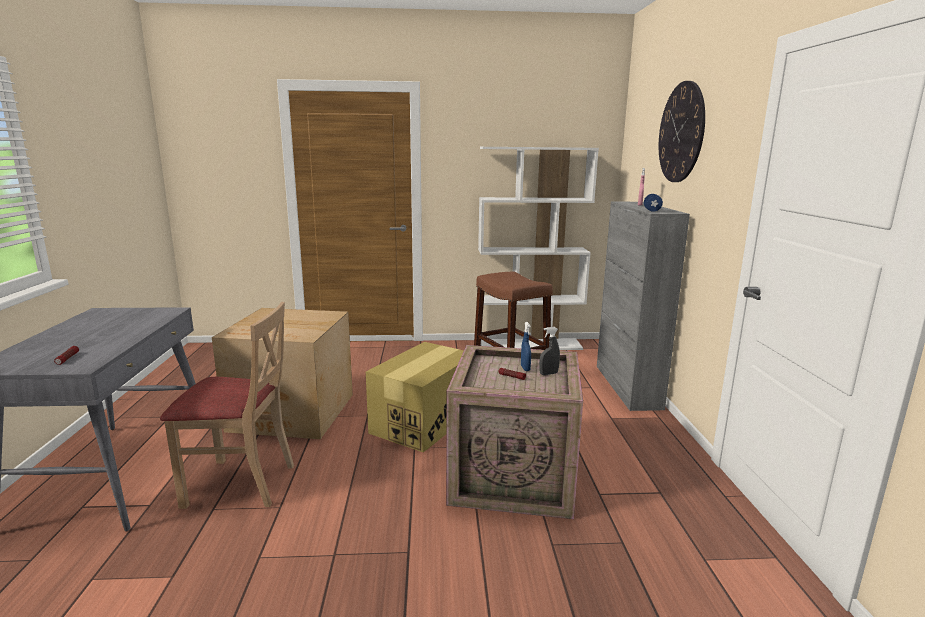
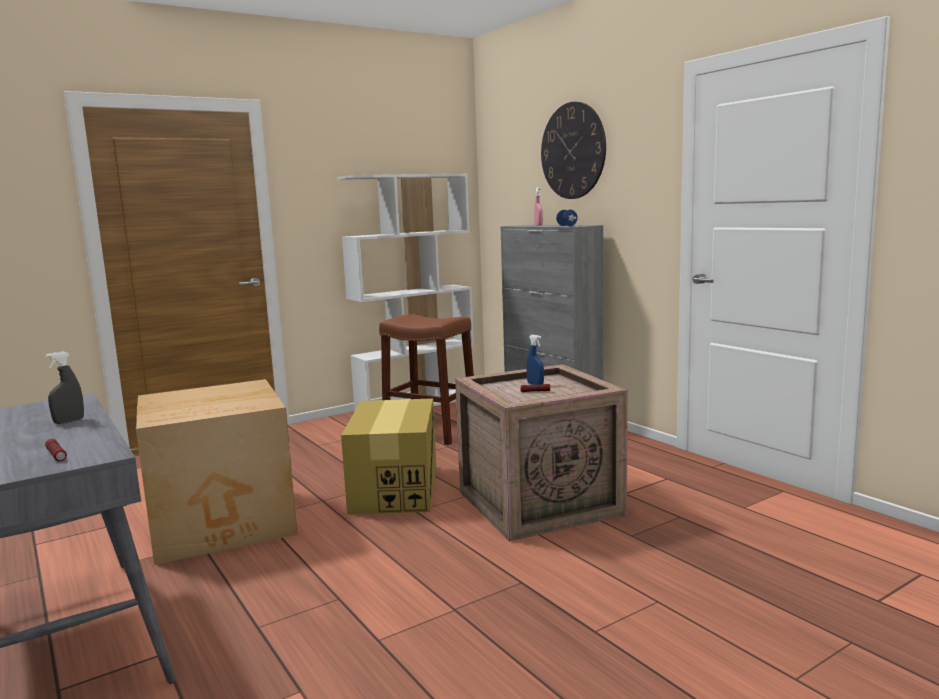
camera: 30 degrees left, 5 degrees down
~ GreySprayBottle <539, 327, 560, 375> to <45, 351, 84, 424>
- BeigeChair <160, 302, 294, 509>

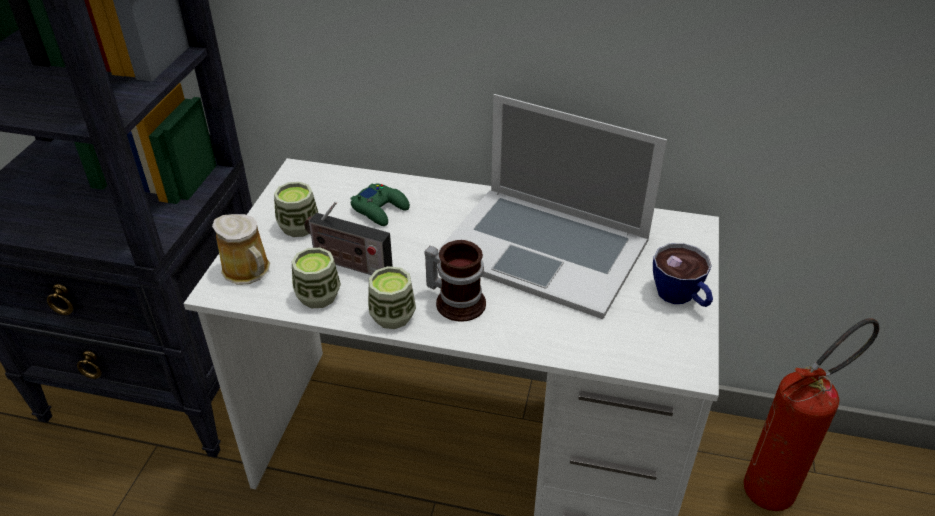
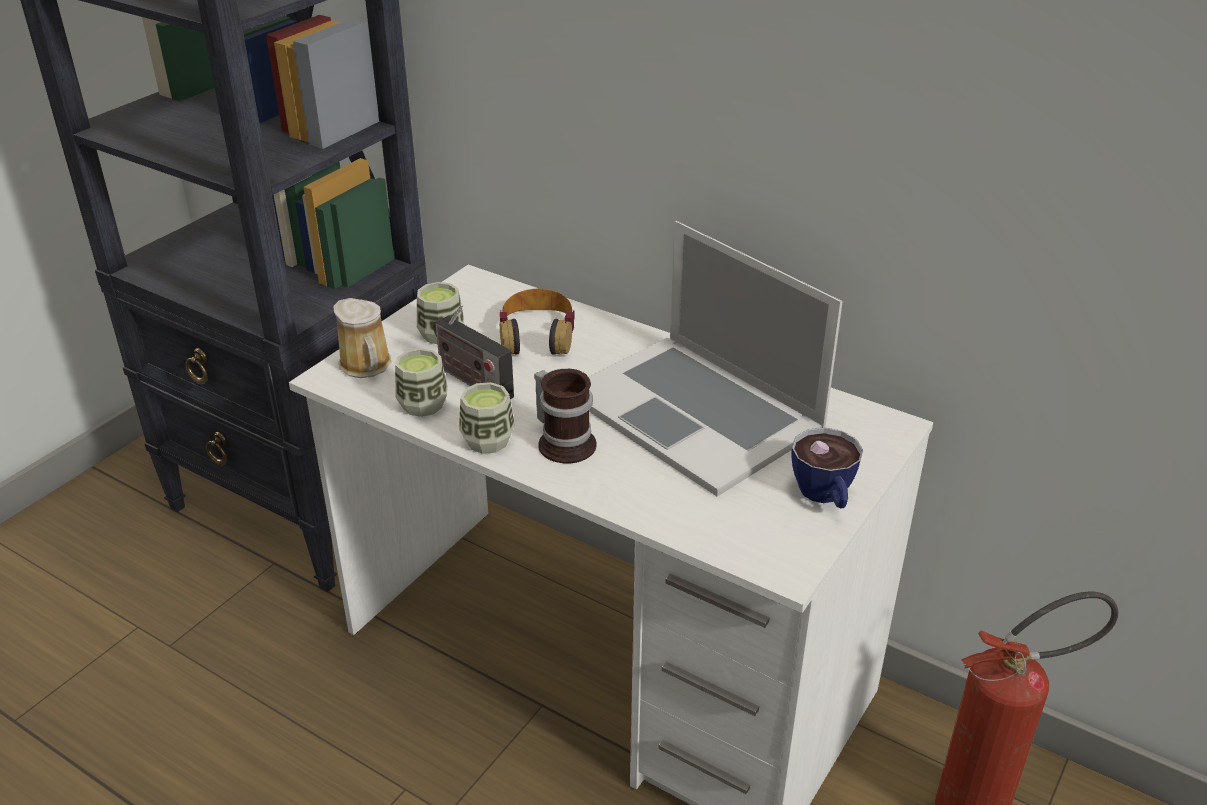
camera: 20 degrees right, 5 degrees down
~ GreenGameController <350, 183, 410, 226> to Headphones <500, 288, 575, 355>

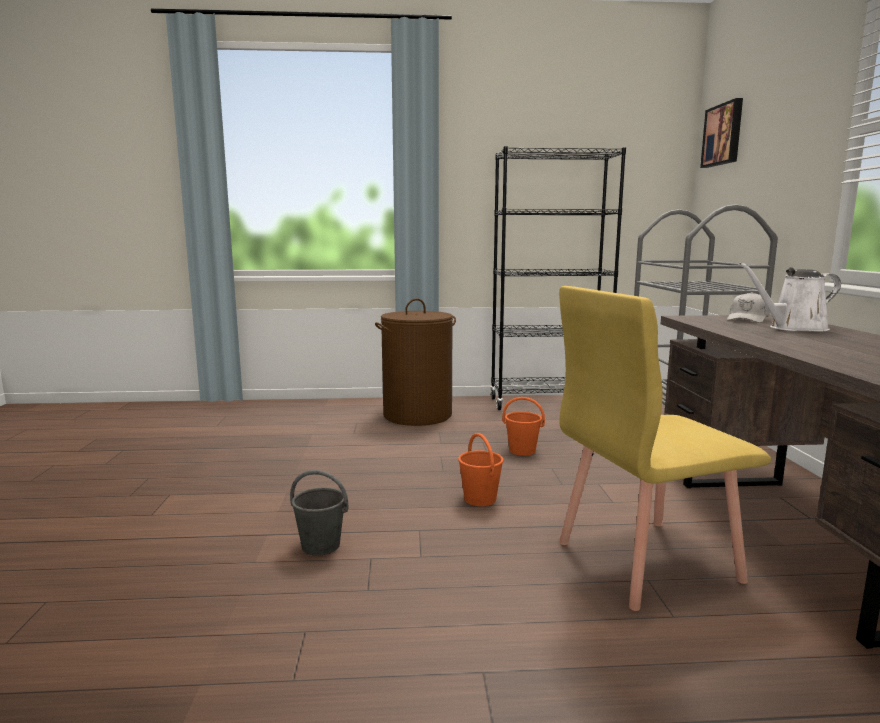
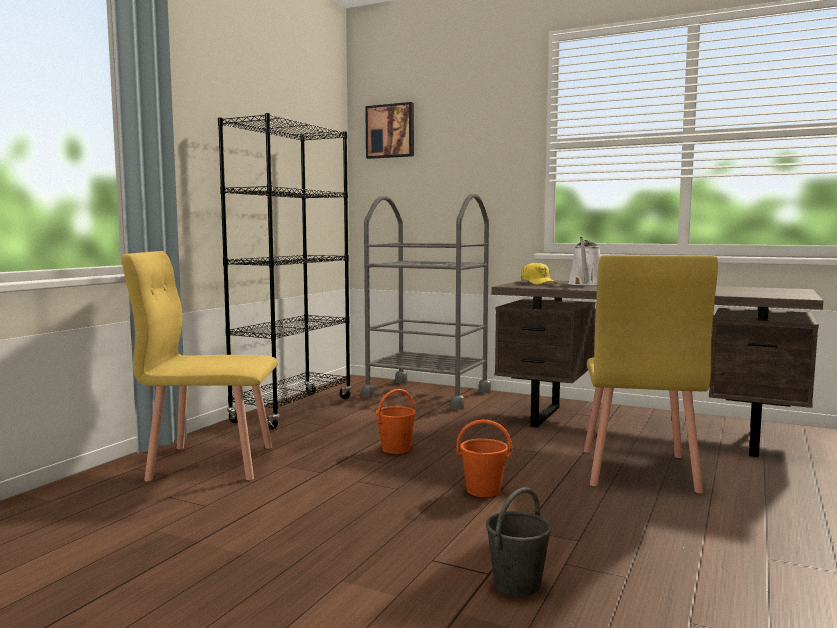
camera: 60 degrees left, 5 degrees down
~ BrownLaundryBasket <375, 298, 456, 426> to YellowChair <121, 251, 278, 481>
~ WhiteCap <727, 292, 770, 323> to YellowCap <521, 262, 557, 285>

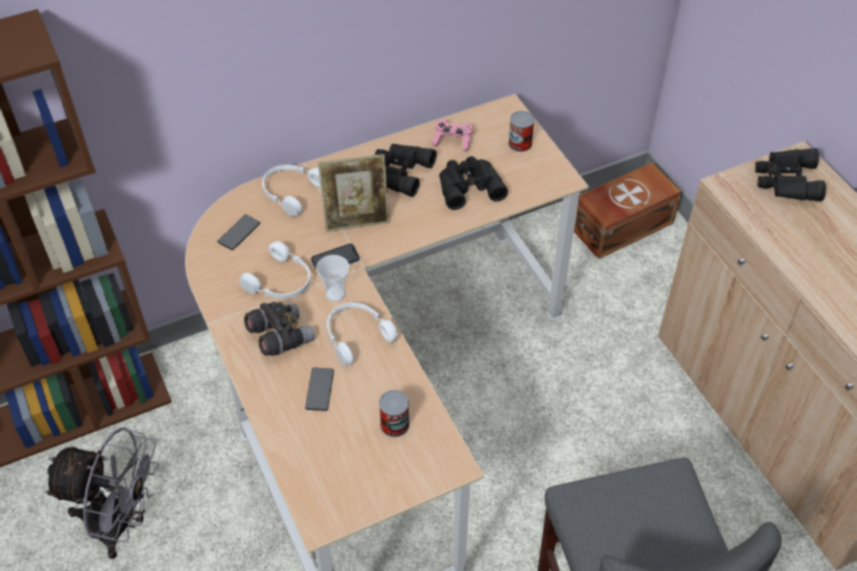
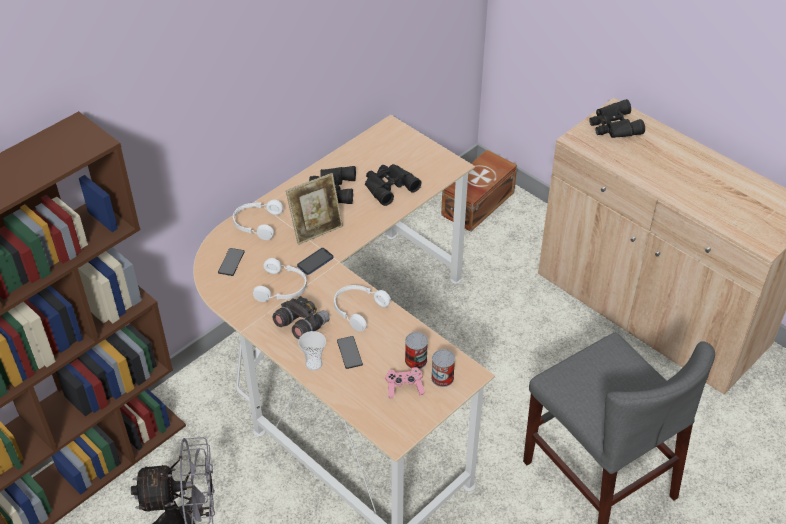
camera: 20 degrees left, 5 degrees down
~ Cup <316, 255, 350, 302> to <298, 331, 326, 371>
~ PinkGameController <432, 119, 473, 152> to <386, 367, 425, 398>
~ Can <508, 111, 535, 152> to <431, 349, 455, 387>

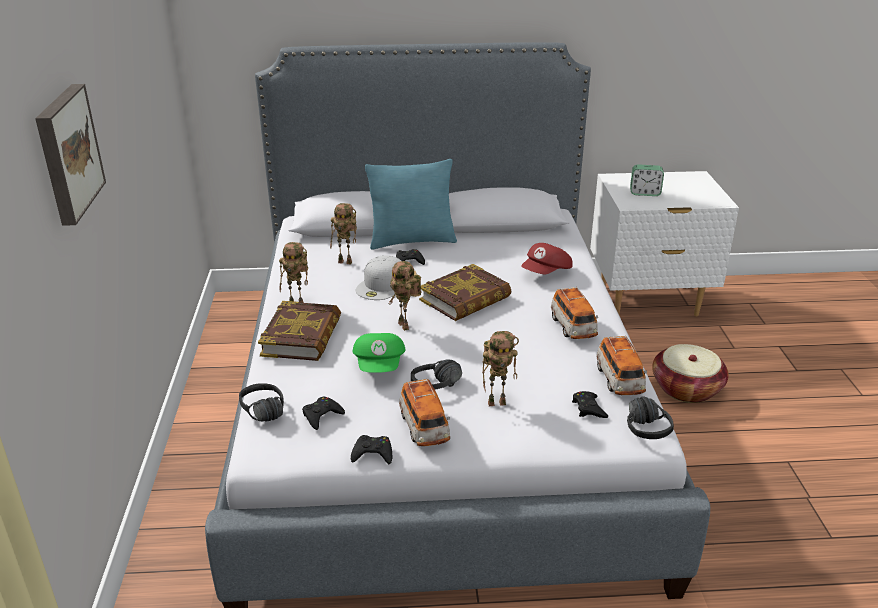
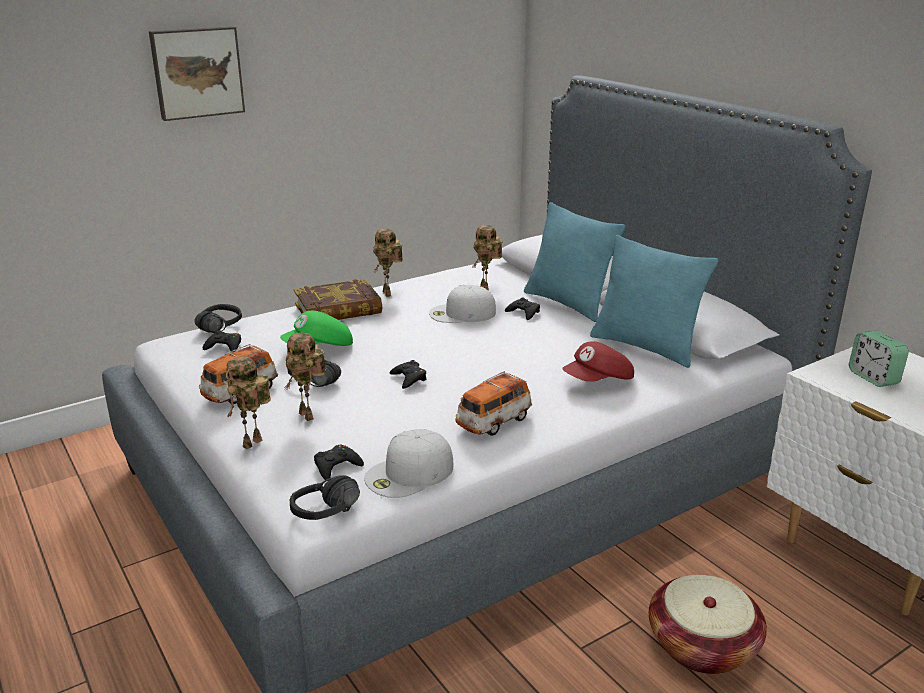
camera: 60 degrees right, 5 degrees down
~ ToyRobot <388, 261, 421, 331> to <226, 356, 271, 449>
~ ToyCar <596, 336, 647, 395> to WhiteCap <364, 429, 453, 498>
~ BlackGameController <351, 435, 392, 464> to <390, 360, 427, 389>
~ RedCap <521, 243, 573, 274> = <562, 341, 634, 382> 45 degrees counterclockwise
+ TurquoisePillow <590, 235, 718, 368>
- Book <419, 264, 512, 321>

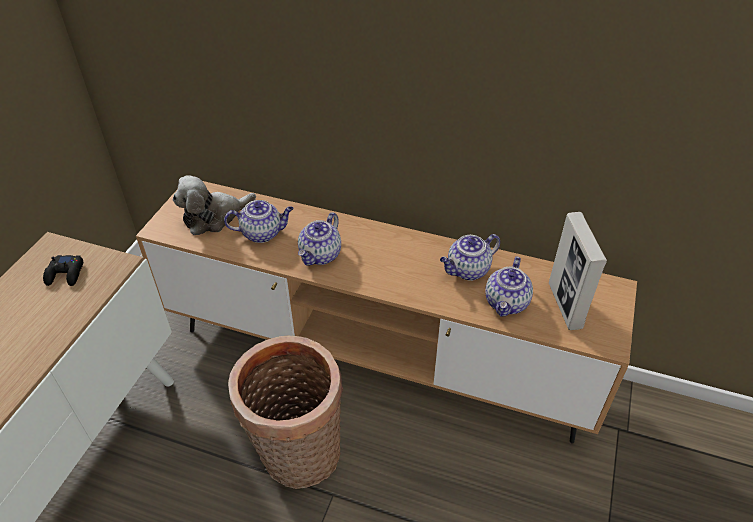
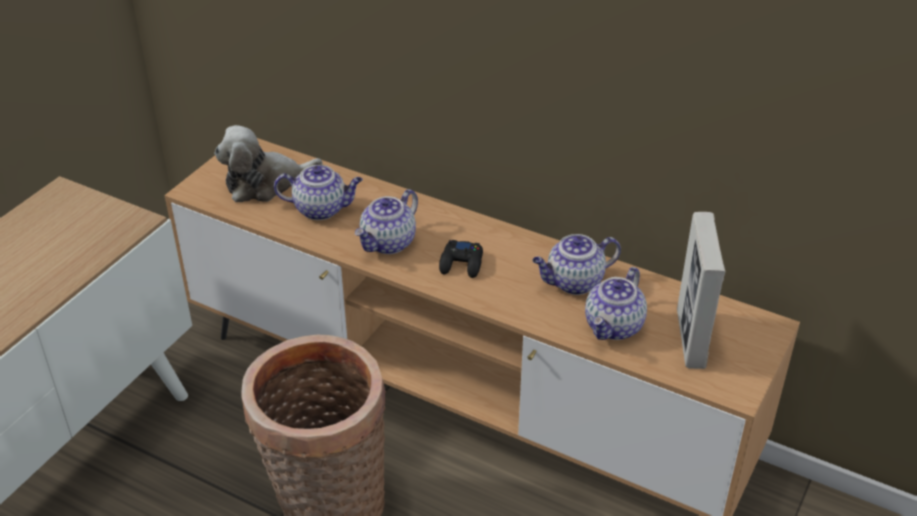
camera: 10 degrees right, 5 degrees down
~ BlackGameController <43, 255, 83, 286> to <439, 240, 483, 278>

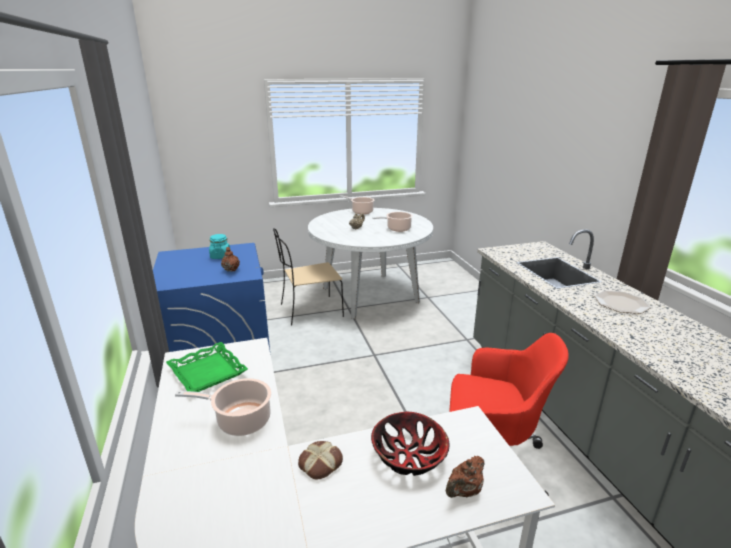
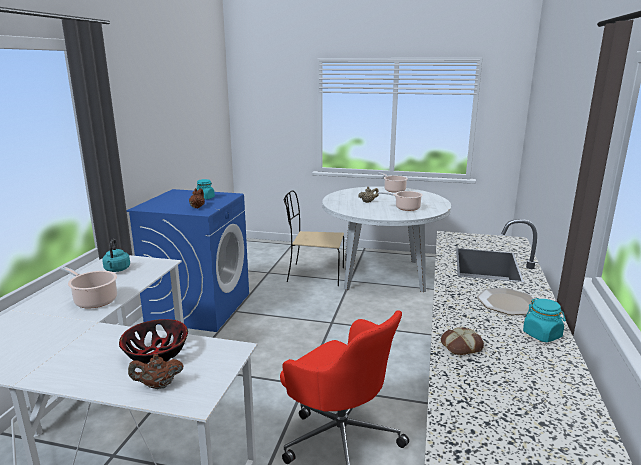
camera: 30 degrees right, 5 degrees down
~ GreenTray <166, 342, 248, 392> to TurquoiseKettle <102, 239, 130, 272>
~ Bread <298, 441, 343, 480> to <441, 327, 484, 355>
+ TurquoiseJar <523, 298, 566, 342>

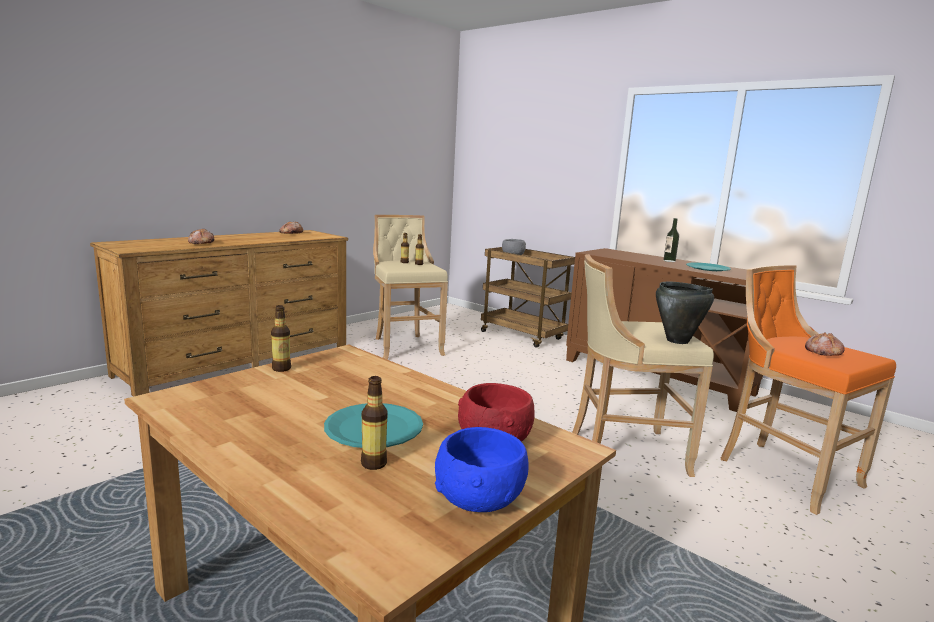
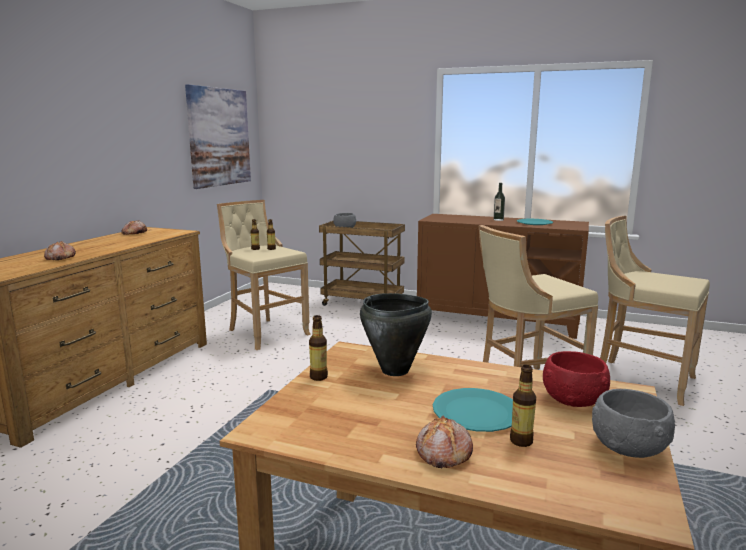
camera: 20 degrees left, 0 degrees up
+ Picture <185, 84, 251, 189>
~ BlackCookingPot <656, 282, 714, 344> to <360, 293, 432, 376>
~ Bread <805, 332, 845, 356> to <416, 416, 473, 468>
~ BlueBowl <435, 427, 529, 512> to GreyBowl <592, 389, 675, 458>
~ OrangeStool <721, 265, 896, 515> to BeigeStool <600, 216, 710, 406>

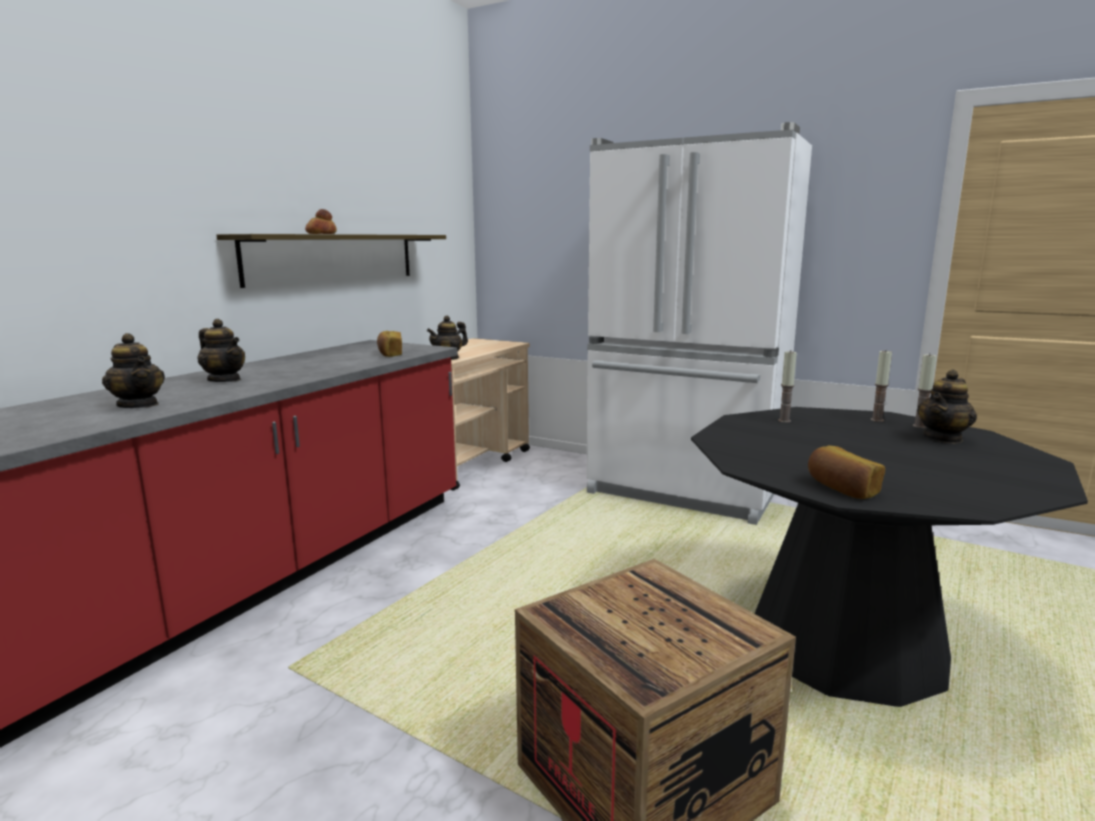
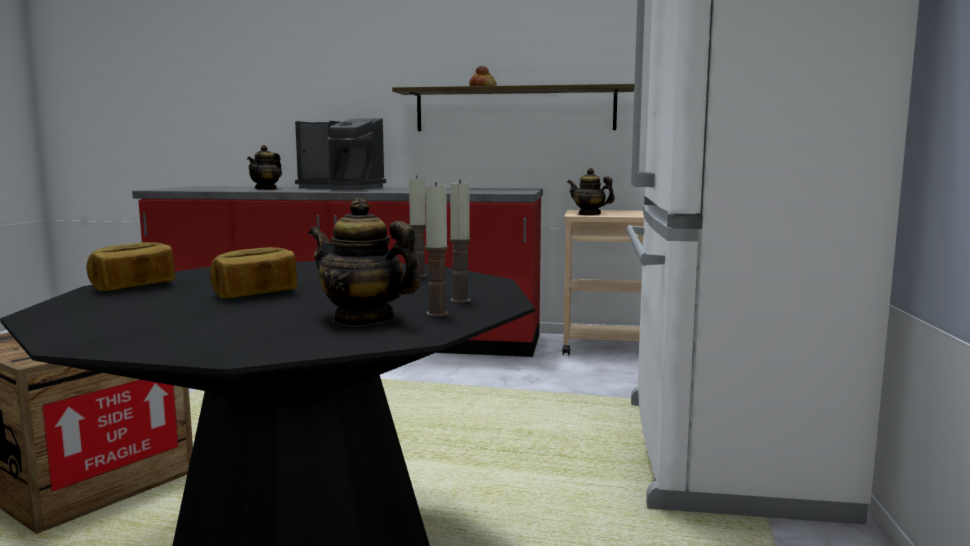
camera: 70 degrees right, 5 degrees down
~ Bread <377, 331, 402, 357> to <210, 247, 297, 298>
~ Teapot <197, 319, 245, 382> to CoffeeMachine <295, 118, 386, 190>

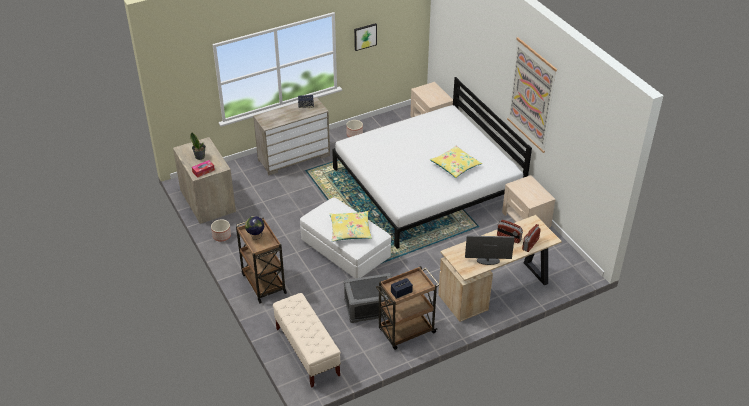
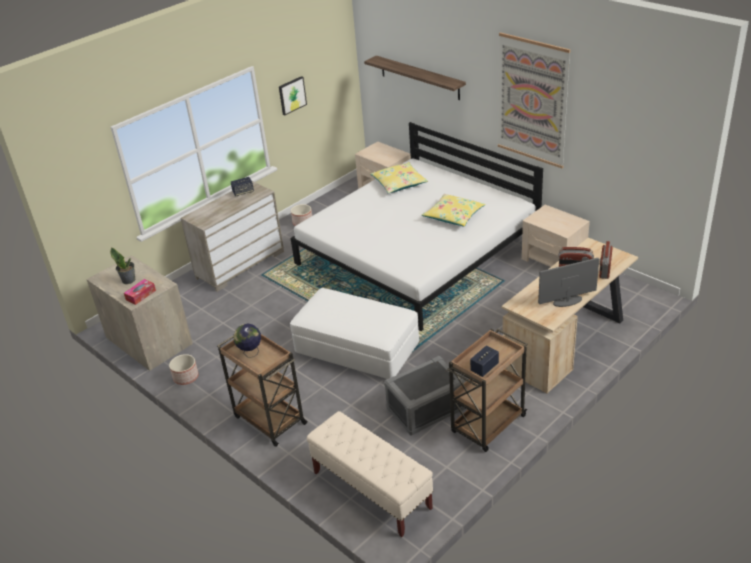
camera: 15 degrees left, 5 degrees down
+ Shelf <364, 56, 466, 100>
~ YellowPillow <330, 211, 372, 242> to <371, 162, 428, 194>

